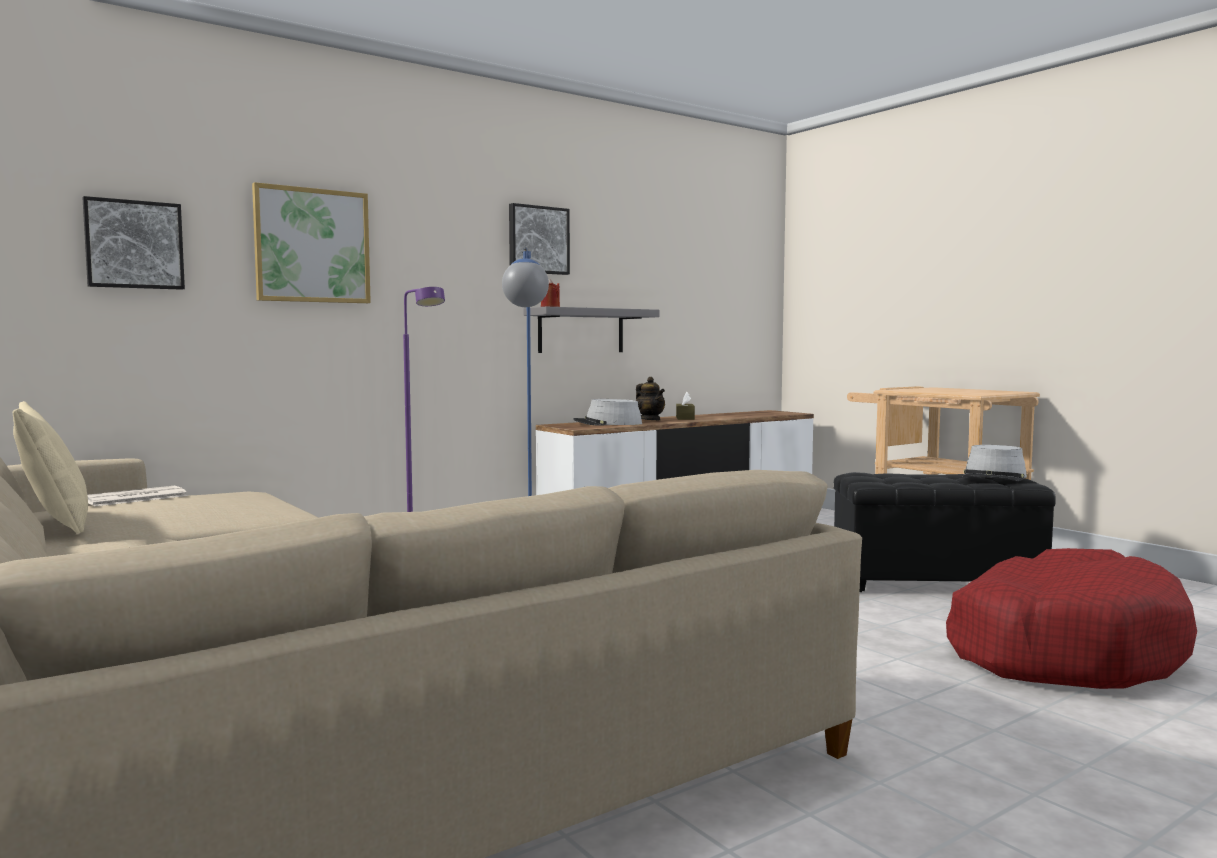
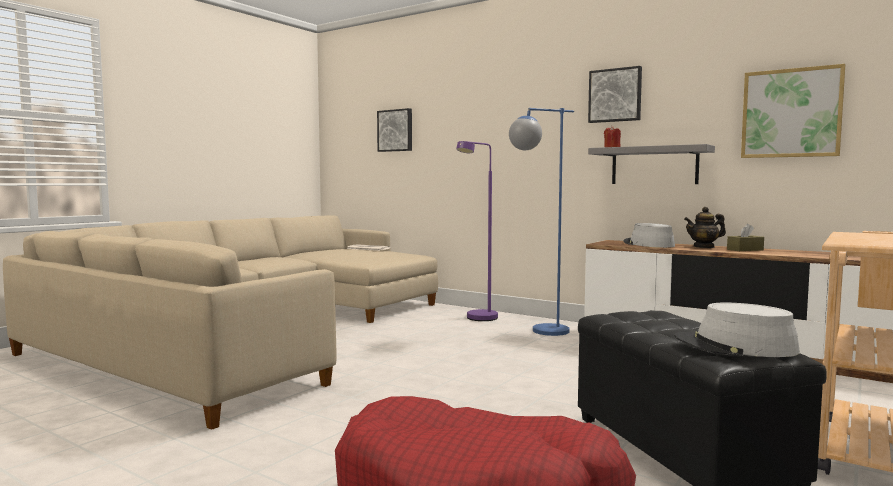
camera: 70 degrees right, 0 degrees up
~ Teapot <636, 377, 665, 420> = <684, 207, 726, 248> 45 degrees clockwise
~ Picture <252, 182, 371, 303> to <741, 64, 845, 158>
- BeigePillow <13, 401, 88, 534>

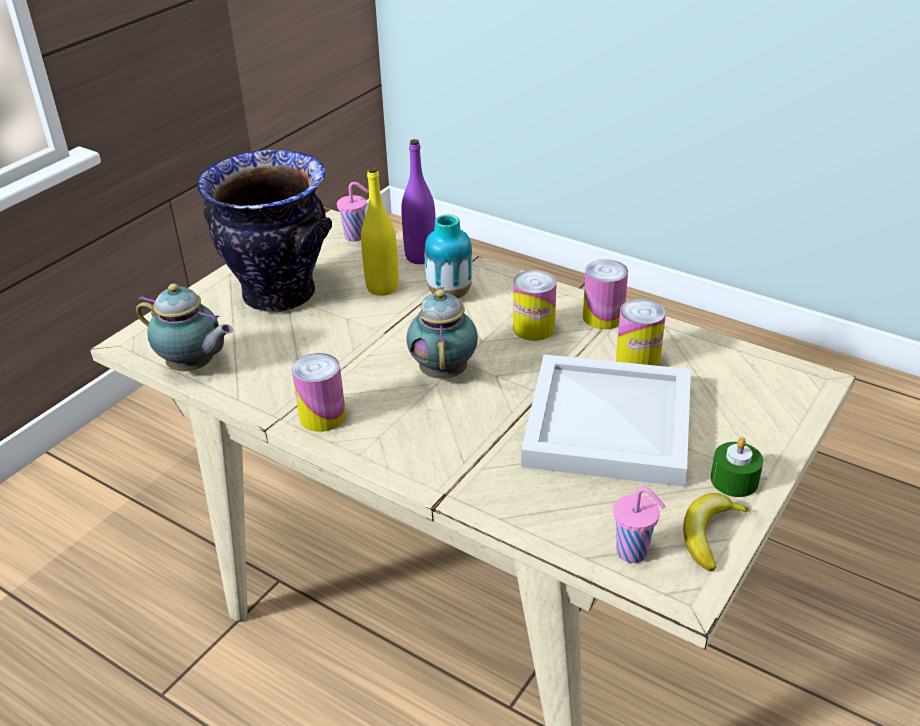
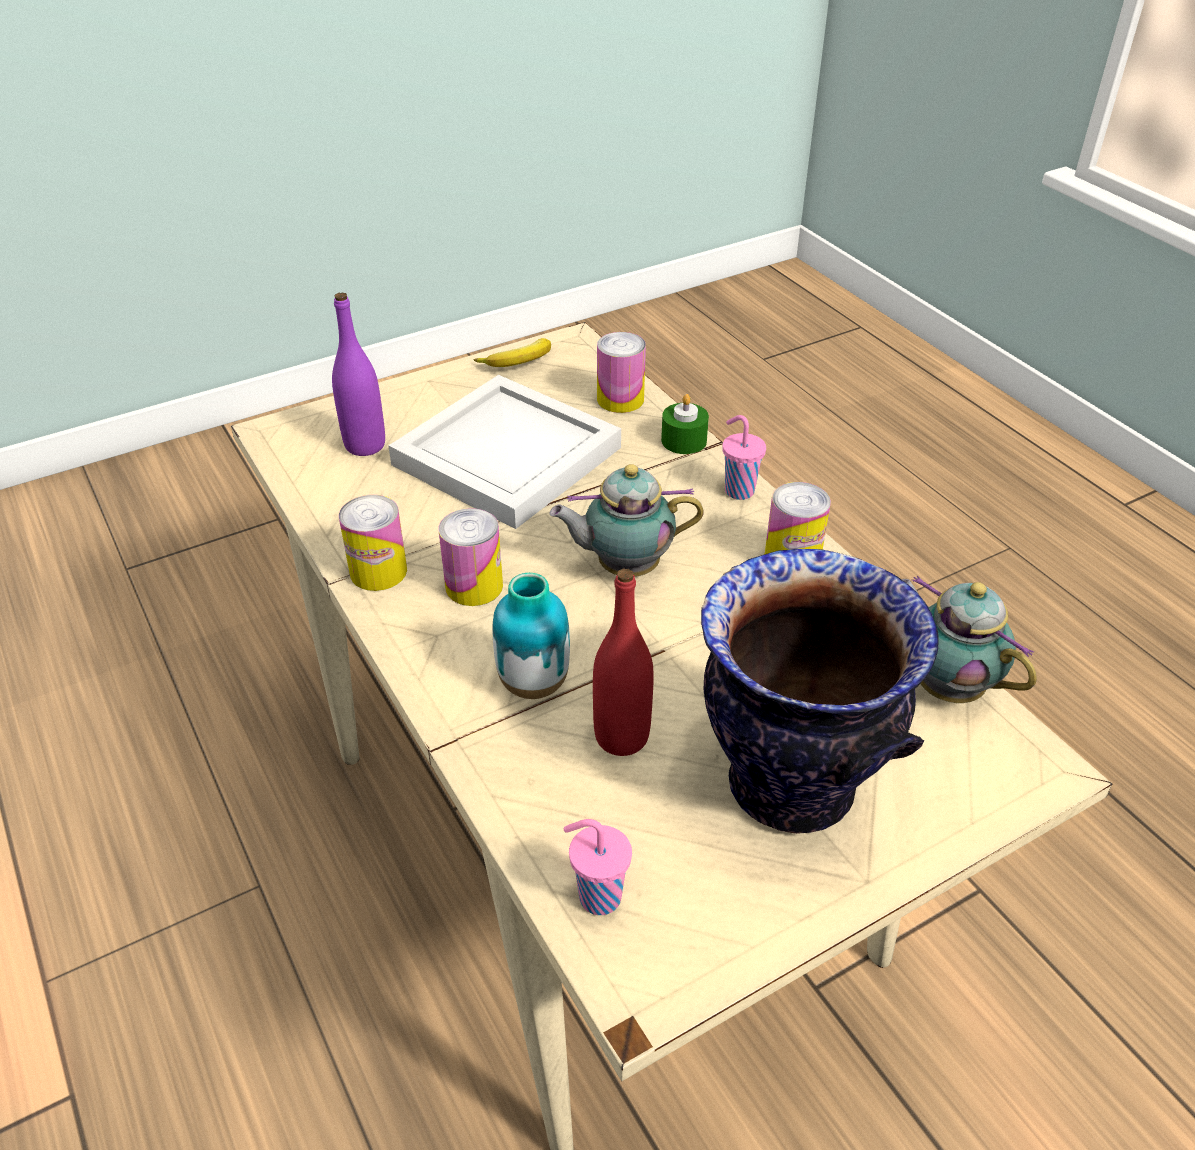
camera: 155 degrees left, 5 degrees up
~ PurpleBottle <401, 139, 436, 264> to <332, 292, 385, 456>
~ Teapot <406, 287, 478, 379> = <550, 464, 703, 577> 60 degrees clockwise
~ YellowBottle <361, 167, 399, 296> to RedBottle <593, 569, 654, 756>
~ Can <616, 299, 666, 366> to <597, 332, 646, 413>
~ GreenCandle <711, 437, 763, 497> to <661, 394, 709, 454>
~ PinkCup <613, 487, 665, 563> to <722, 415, 766, 500>

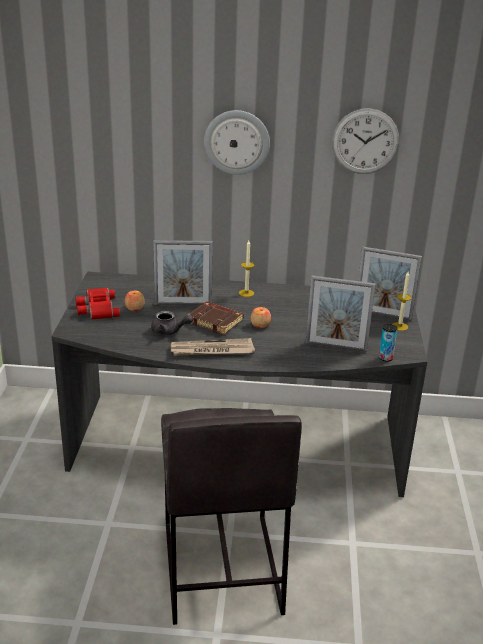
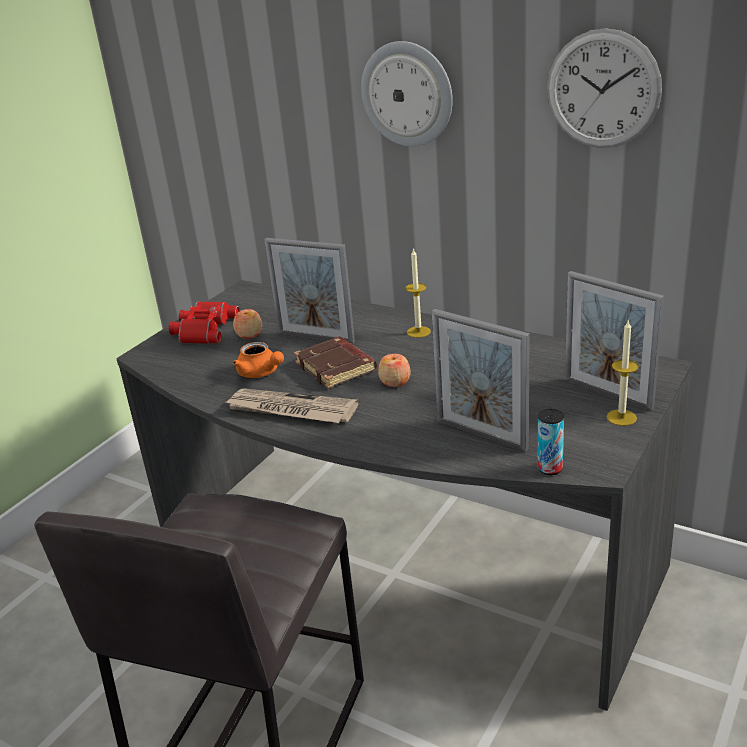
camera: 30 degrees right, 0 degrees up
~ GreyTeapot <151, 311, 193, 335> to OrangeTeapot <233, 342, 284, 378>

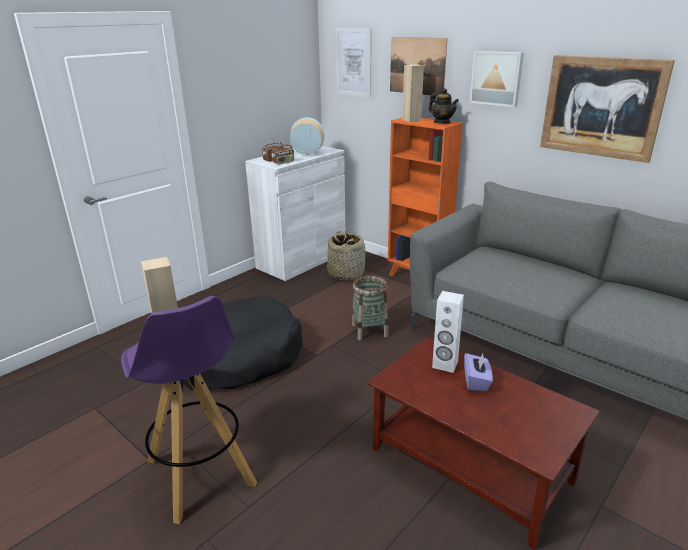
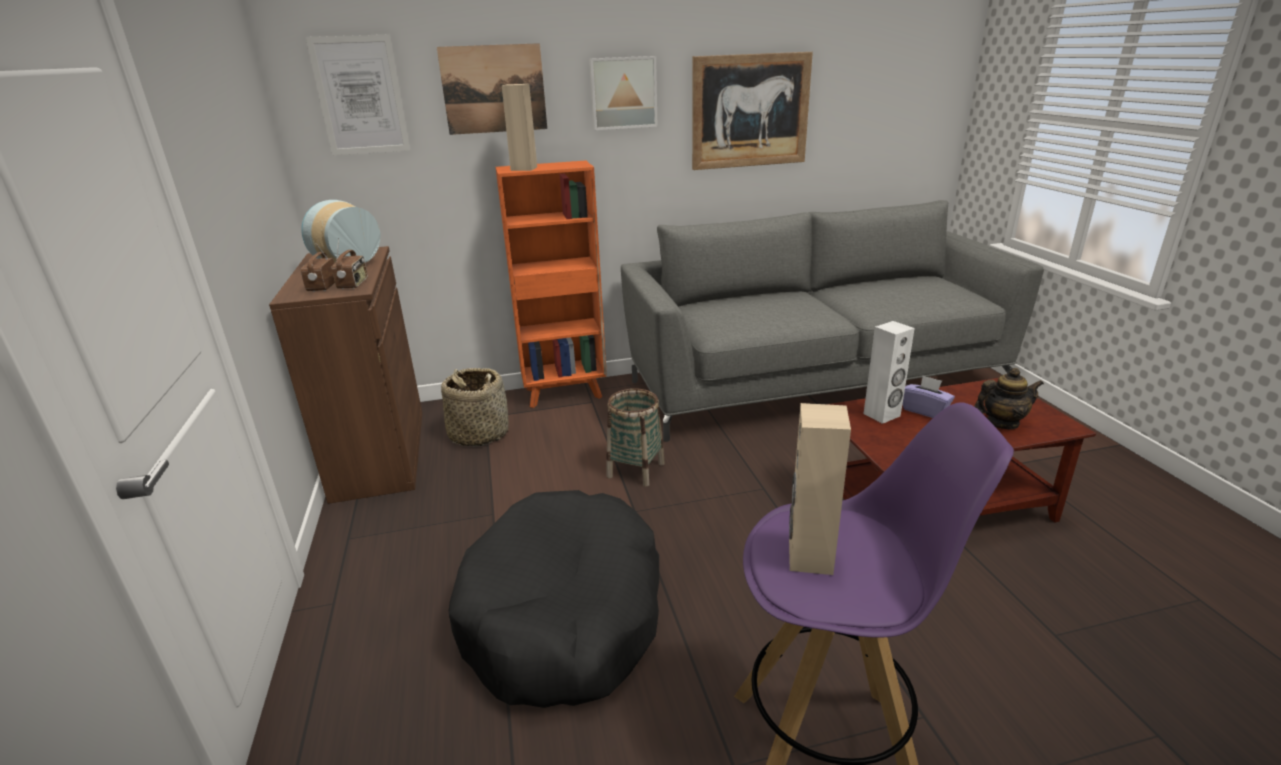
camera: 55 degrees left, 0 degrees up
~ WhiteCabinet <245, 146, 345, 281> to BrownCabinet <269, 246, 422, 504>
~ Teapot <429, 88, 459, 124> to <974, 368, 1044, 429>

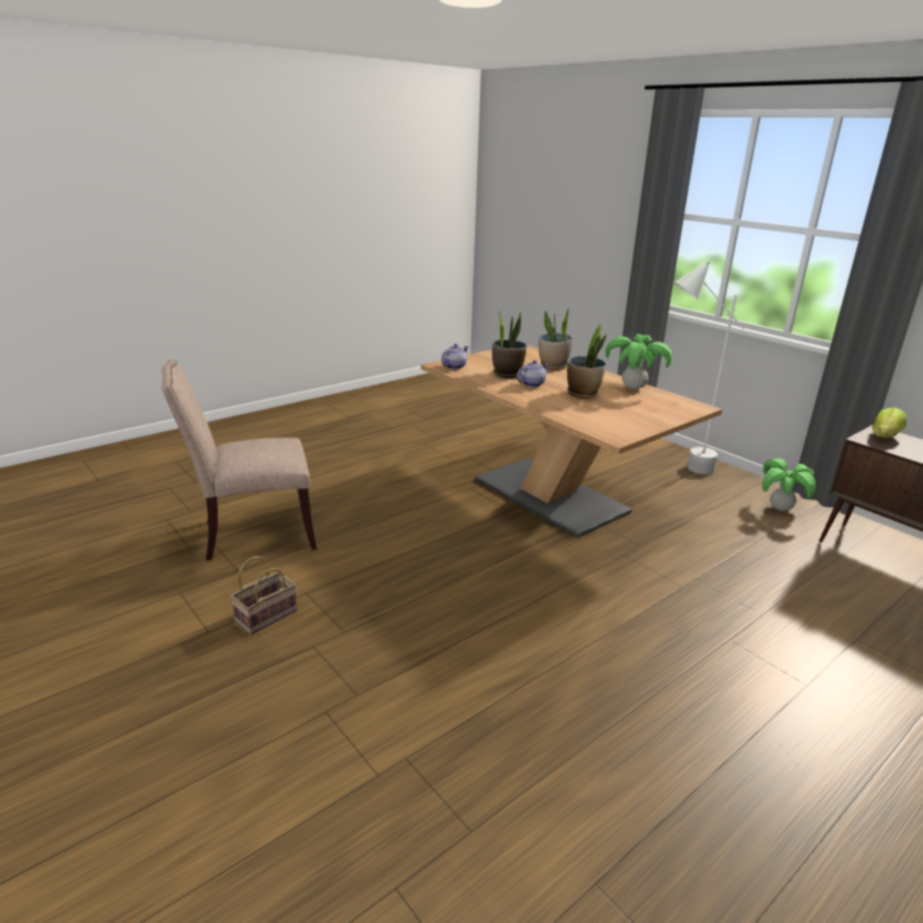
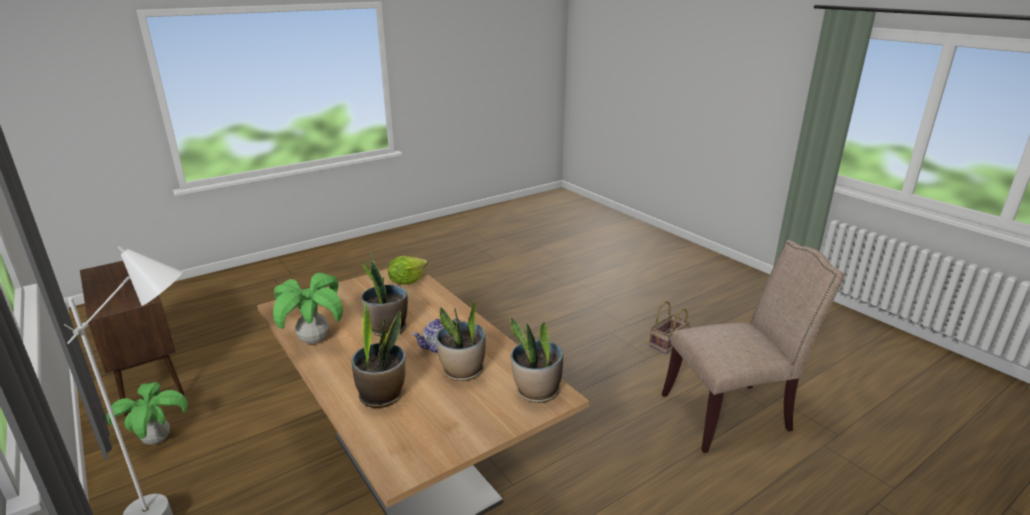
camera: 175 degrees left, 0 degrees up
~ Lettuce <872, 408, 907, 438> to <388, 256, 428, 285>
~ Teapot <441, 344, 469, 369> to PottedPlant <510, 318, 563, 403>

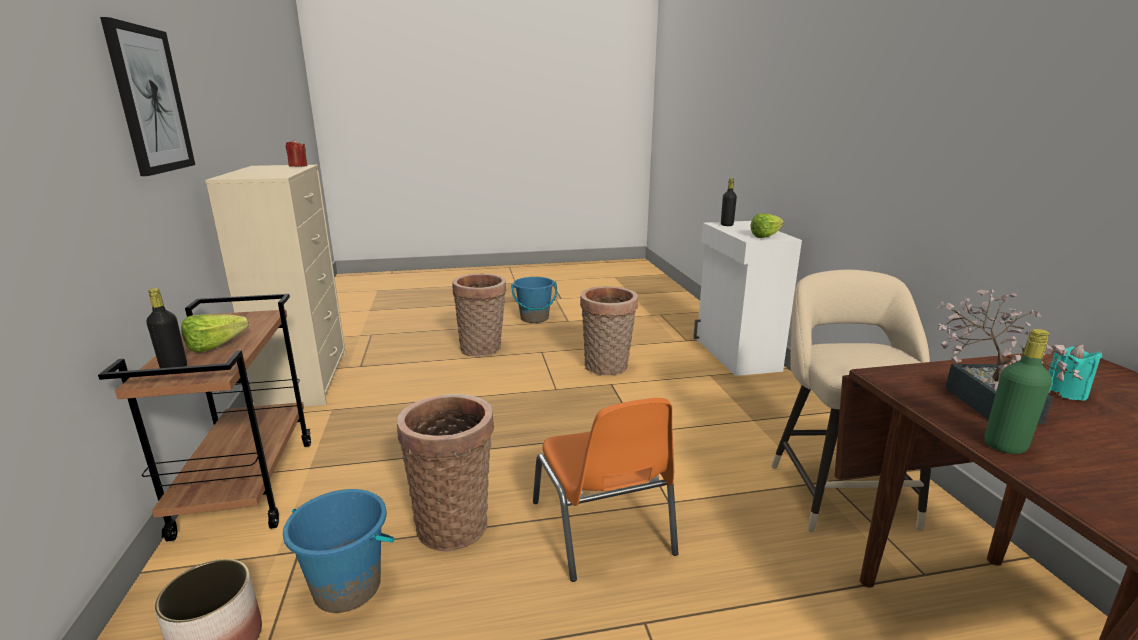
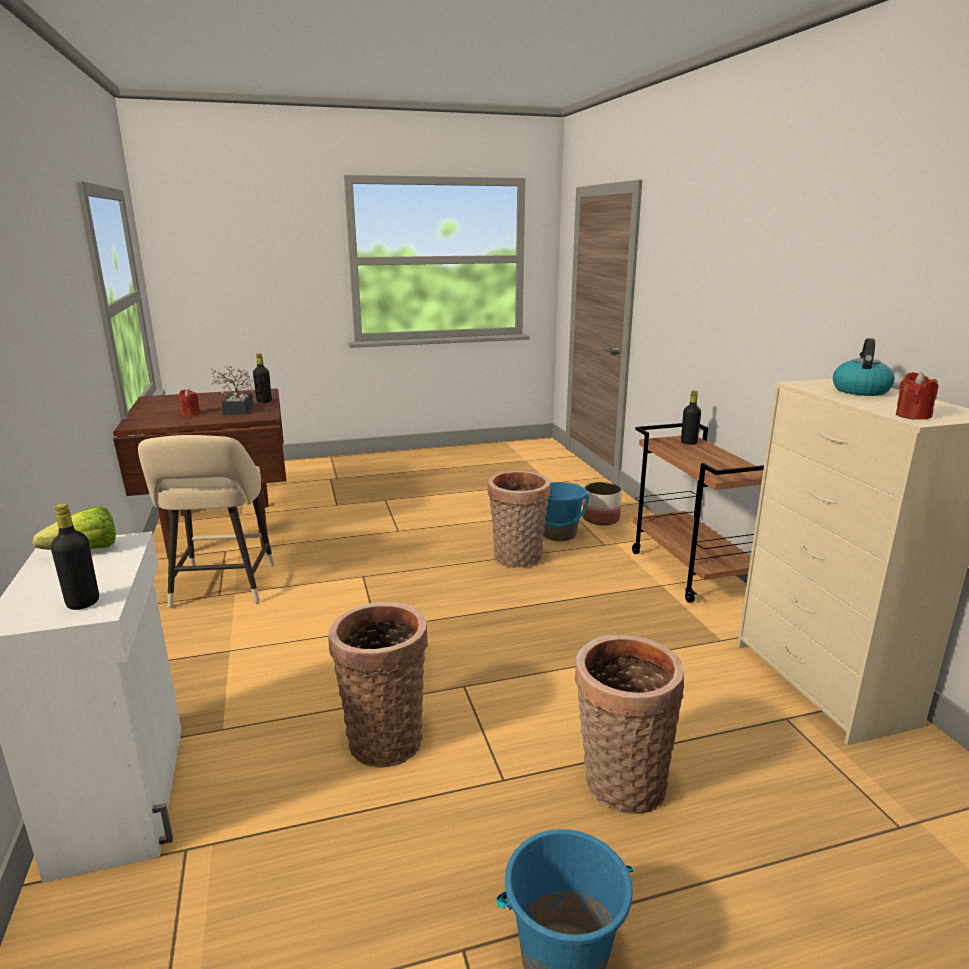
camera: 175 degrees right, 0 degrees up
~ TurquoiseCandle <1048, 344, 1102, 401> to RedCandle <177, 389, 200, 416>
~ GreenBottle <984, 329, 1052, 454> to BlackBottle <253, 353, 272, 403>
+ Kettle <833, 338, 895, 396>
- Picture <100, 17, 195, 176>
- Lettuce <181, 314, 249, 353>
- OrangeChair <533, 398, 678, 582>

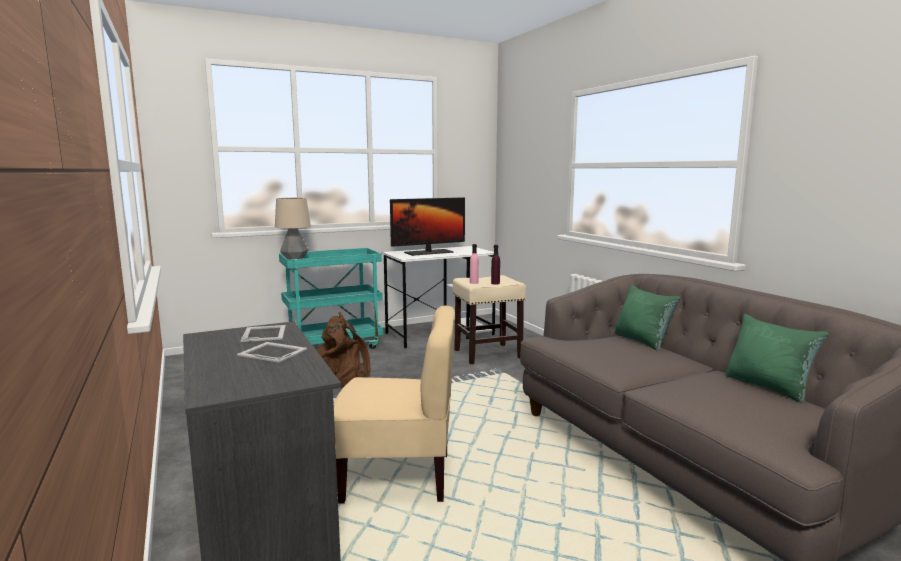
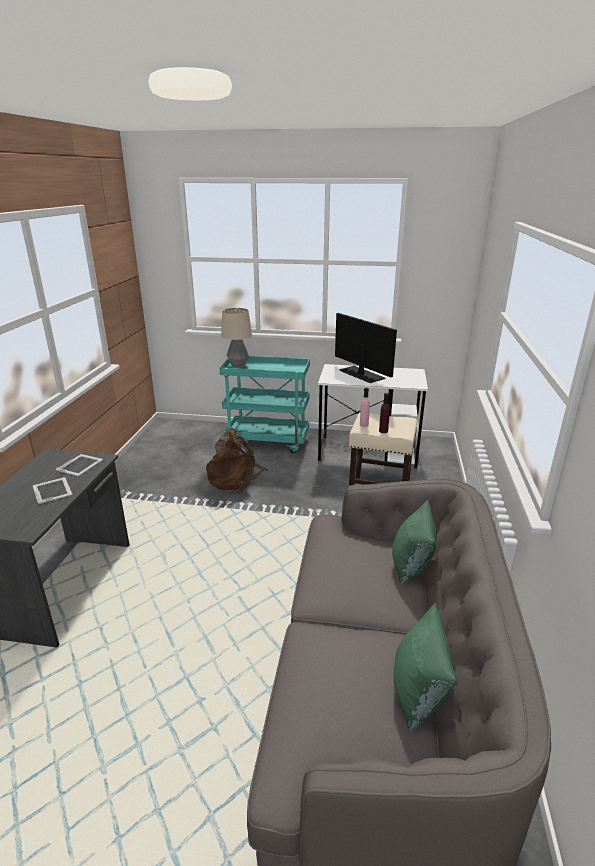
camera: 35 degrees right, 15 degrees up
~ Monitor <390, 197, 465, 256> = <335, 313, 397, 383> 135 degrees counterclockwise
- BeigeChair <334, 306, 455, 504>

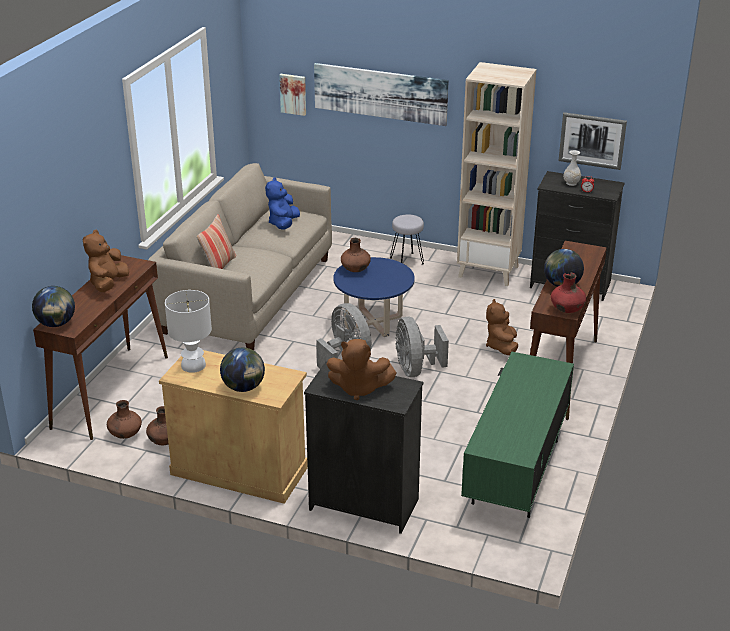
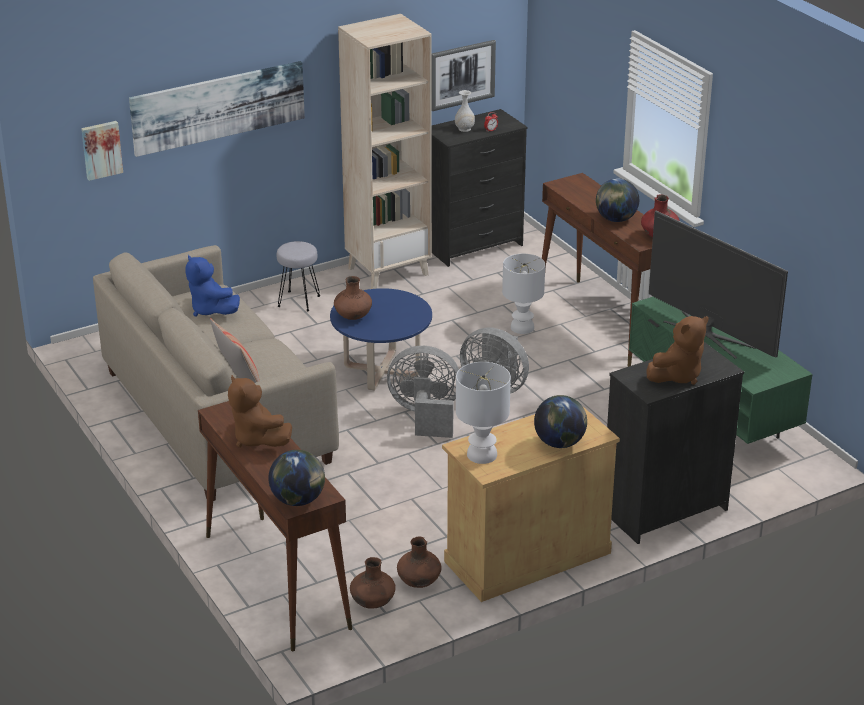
camera: 50 degrees left, 0 degrees up
~ BrownPlushToy <486, 299, 518, 355> to WhiteTableLamp <502, 254, 545, 334>
+ Television <649, 211, 788, 359>

